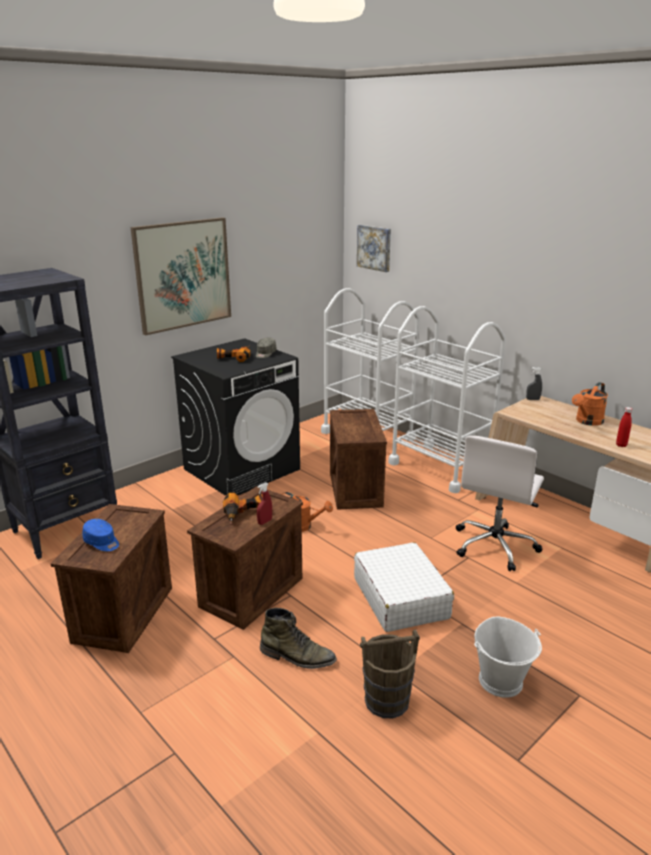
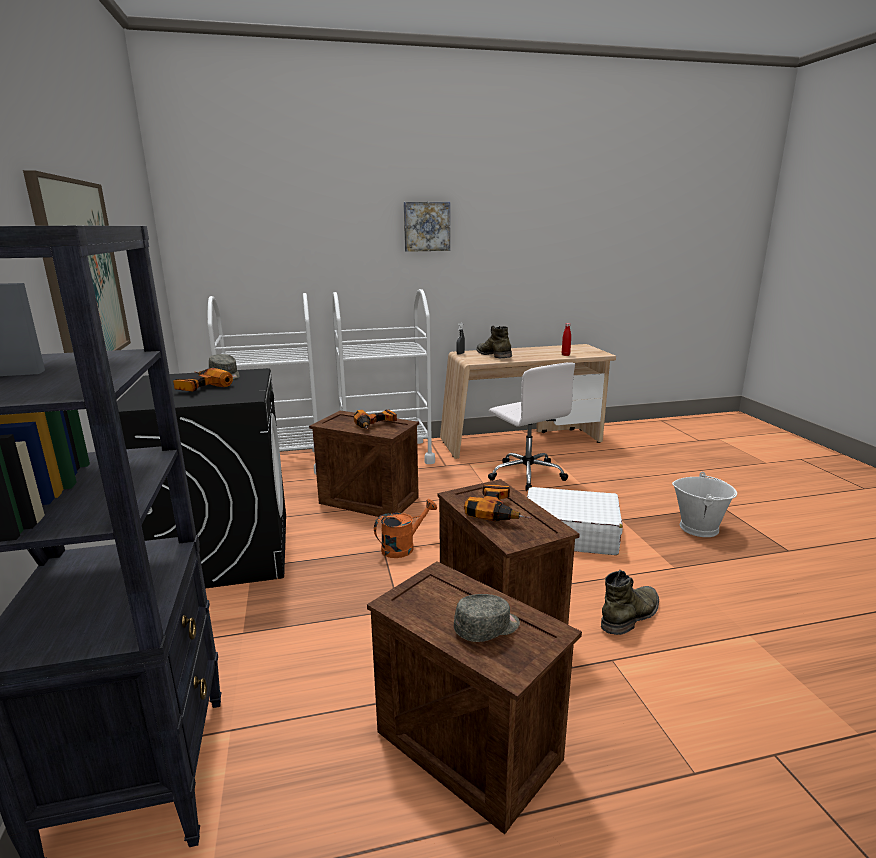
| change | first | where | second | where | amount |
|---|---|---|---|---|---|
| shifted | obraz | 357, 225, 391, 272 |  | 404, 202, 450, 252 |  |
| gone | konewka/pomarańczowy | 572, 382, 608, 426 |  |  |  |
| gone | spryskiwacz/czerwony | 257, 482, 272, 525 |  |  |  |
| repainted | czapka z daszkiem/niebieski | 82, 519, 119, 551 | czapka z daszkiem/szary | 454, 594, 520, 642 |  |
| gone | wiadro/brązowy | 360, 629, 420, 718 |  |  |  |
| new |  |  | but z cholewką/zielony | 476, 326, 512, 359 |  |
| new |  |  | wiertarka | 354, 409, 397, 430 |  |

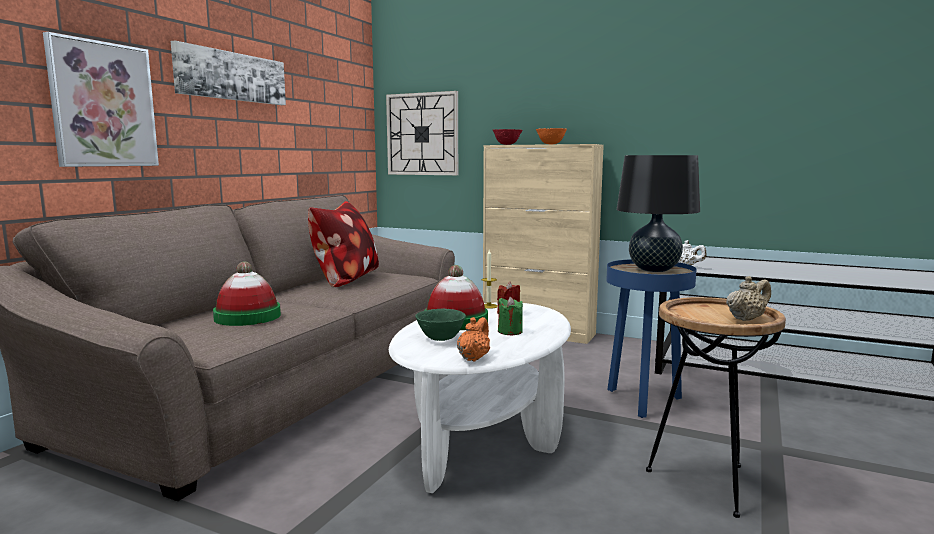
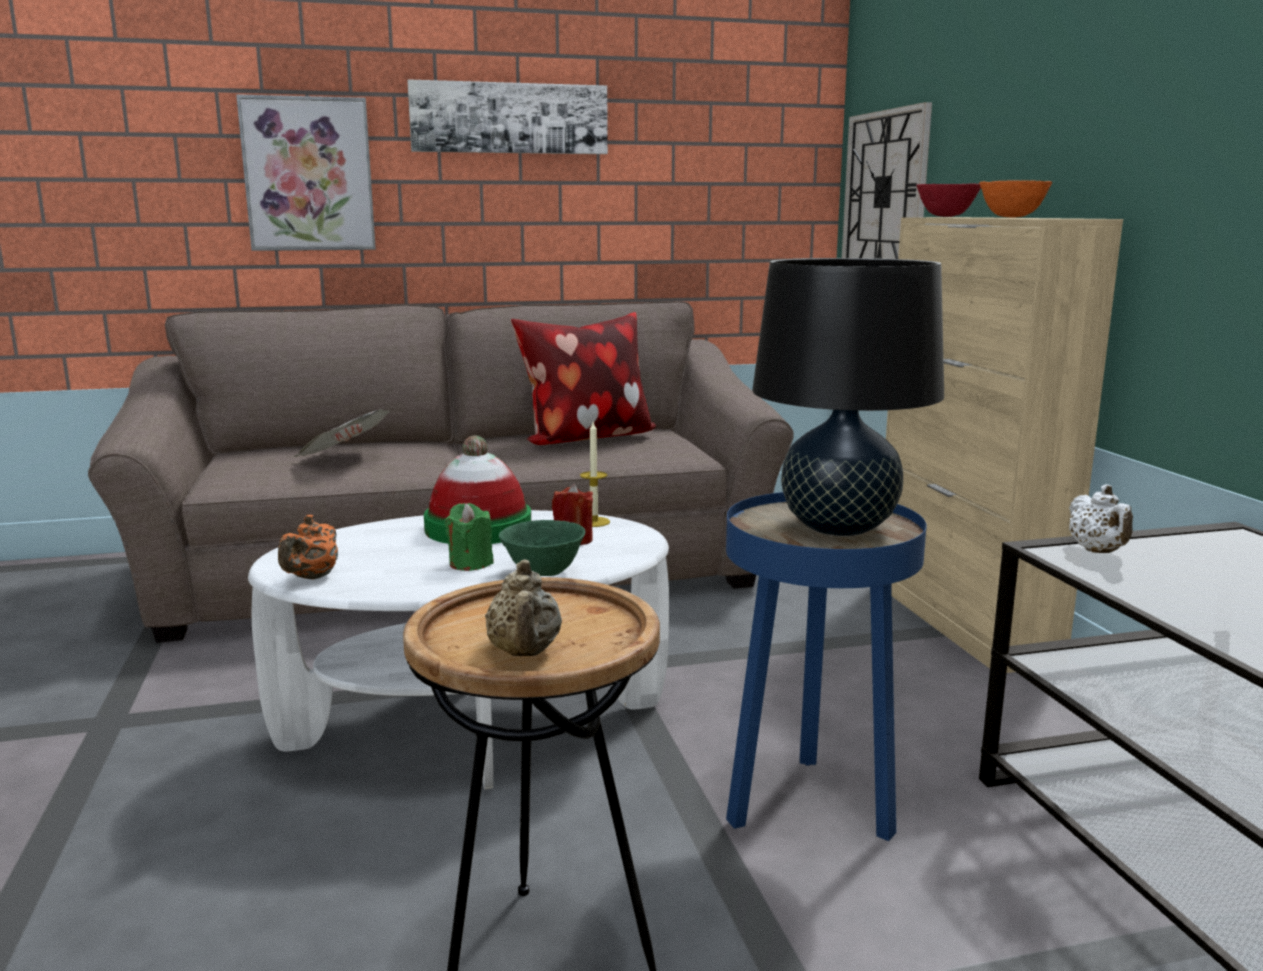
| change | first | where | second | where | amount |
|---|---|---|---|---|---|
| swapped | kapelusz | 213, 261, 281, 326 | gazeta | 294, 409, 390, 457 |  |
| rotated | imbryk/beżowy | 726, 276, 771, 321 |  | 485, 560, 562, 656 | 60 degrees clockwise |
| shifted | miska/zielony | 415, 309, 466, 341 |  | 499, 520, 585, 576 |  |
| rotated | imbryk/pomarańczowy | 457, 317, 490, 362 |  | 278, 515, 338, 579 | 120 degrees clockwise |

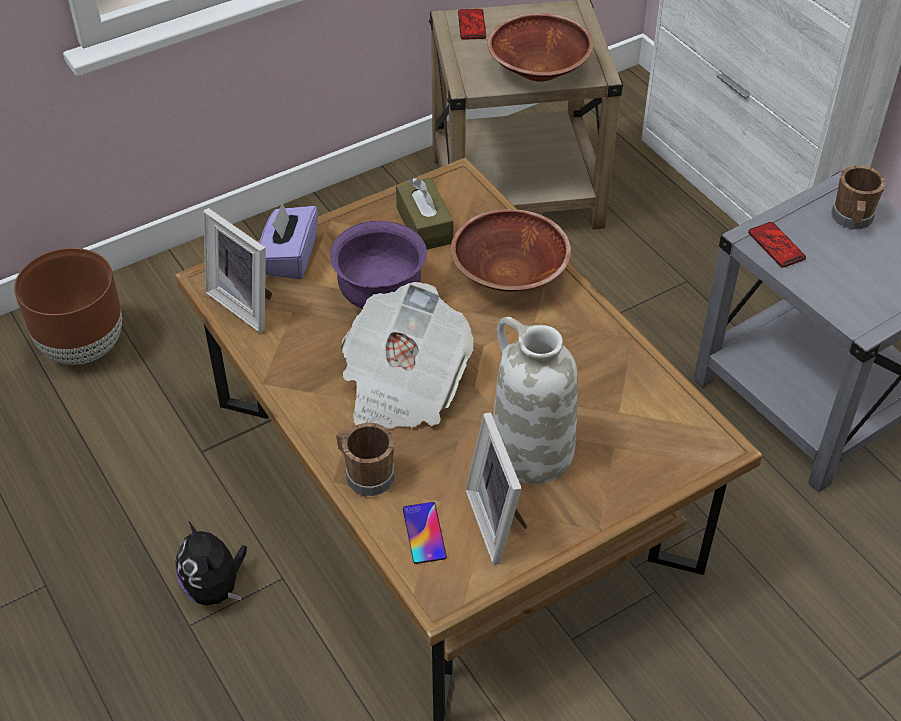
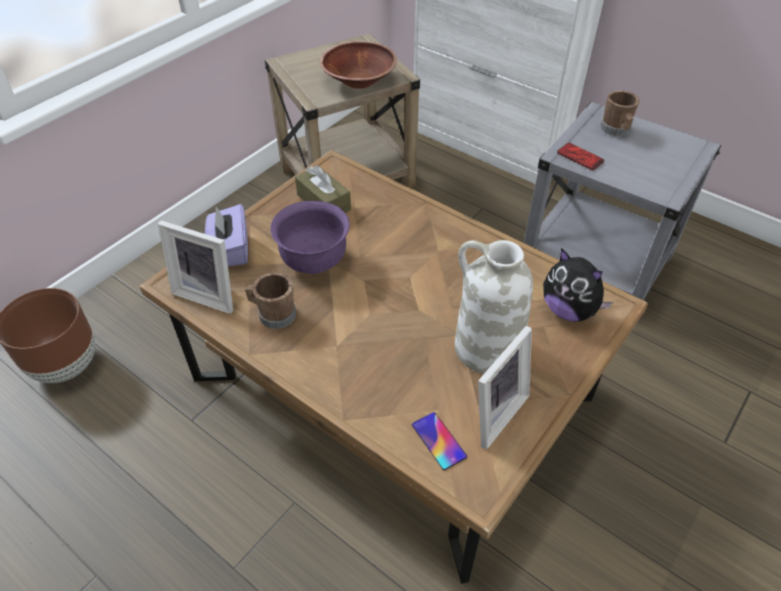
| change | first | where | second | where | amount |
|---|---|---|---|---|---|
| gone | telefon | 458, 9, 486, 40 |  |  |  |
| gone | miska/brązowy | 450, 209, 571, 292 |  |  |  |
| gone | gazeta | 341, 282, 474, 429 |  |  |  |
| rotated | ramka na zdjęcie | 465, 412, 527, 565 |  | 478, 326, 532, 449 | 105 degrees counterclockwise |
| shifted | kubek/brązowy | 336, 423, 395, 496 |  | 245, 272, 296, 329 |  |
| shifted | pluszak | 176, 521, 247, 606 |  | 543, 248, 613, 322 |  |

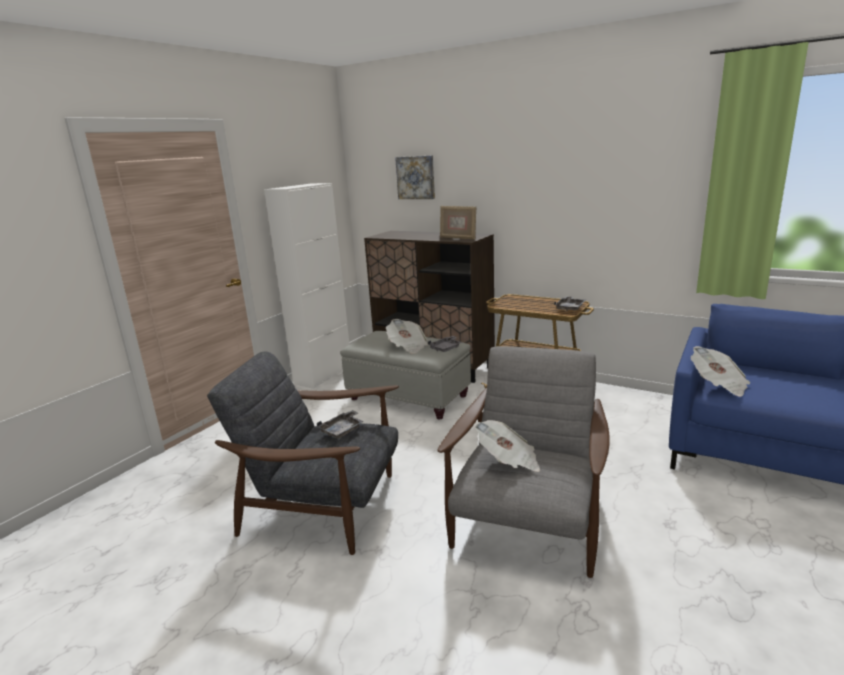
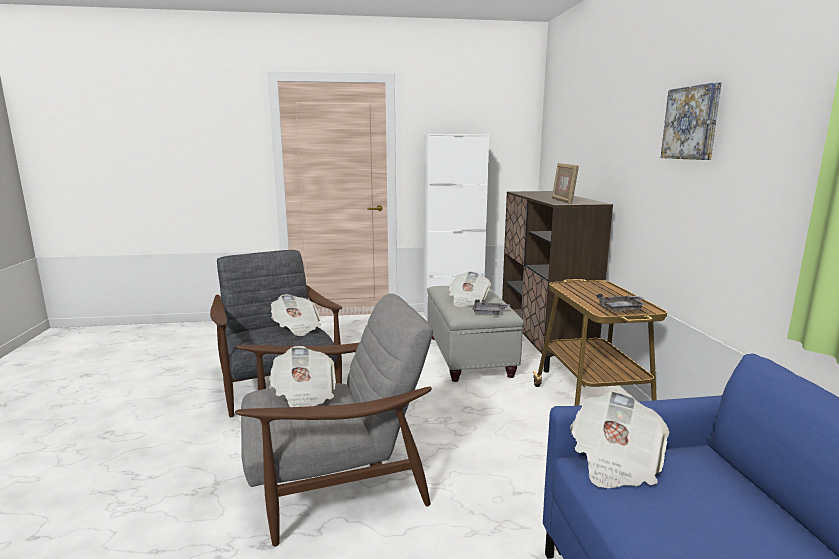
| change | first | where | second | where | amount |
|---|---|---|---|---|---|
| shifted | obraz | 395, 155, 435, 199 |  | 661, 82, 722, 160 |  |
| swapped | taca/szary | 317, 410, 364, 439 | gazeta | 271, 294, 321, 336 |  |

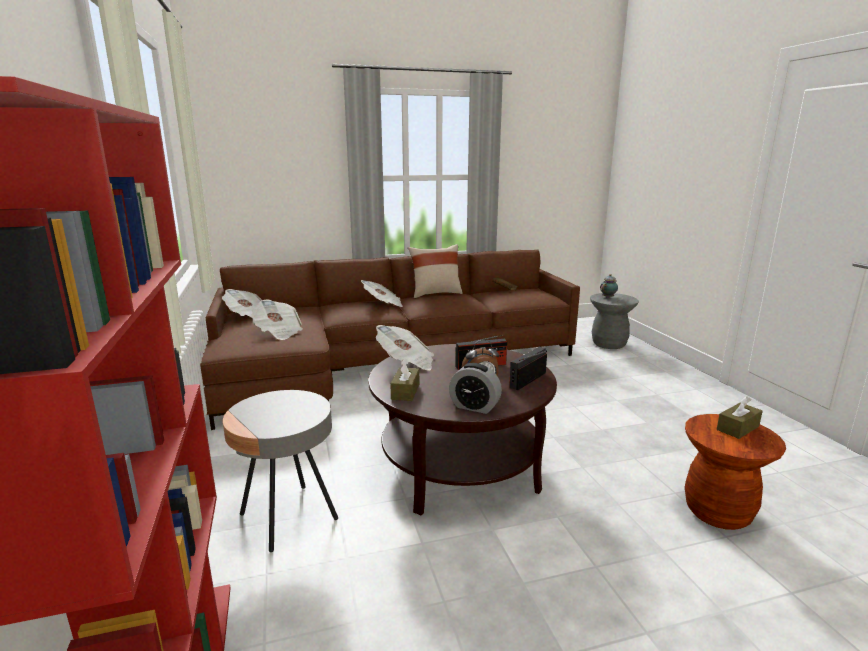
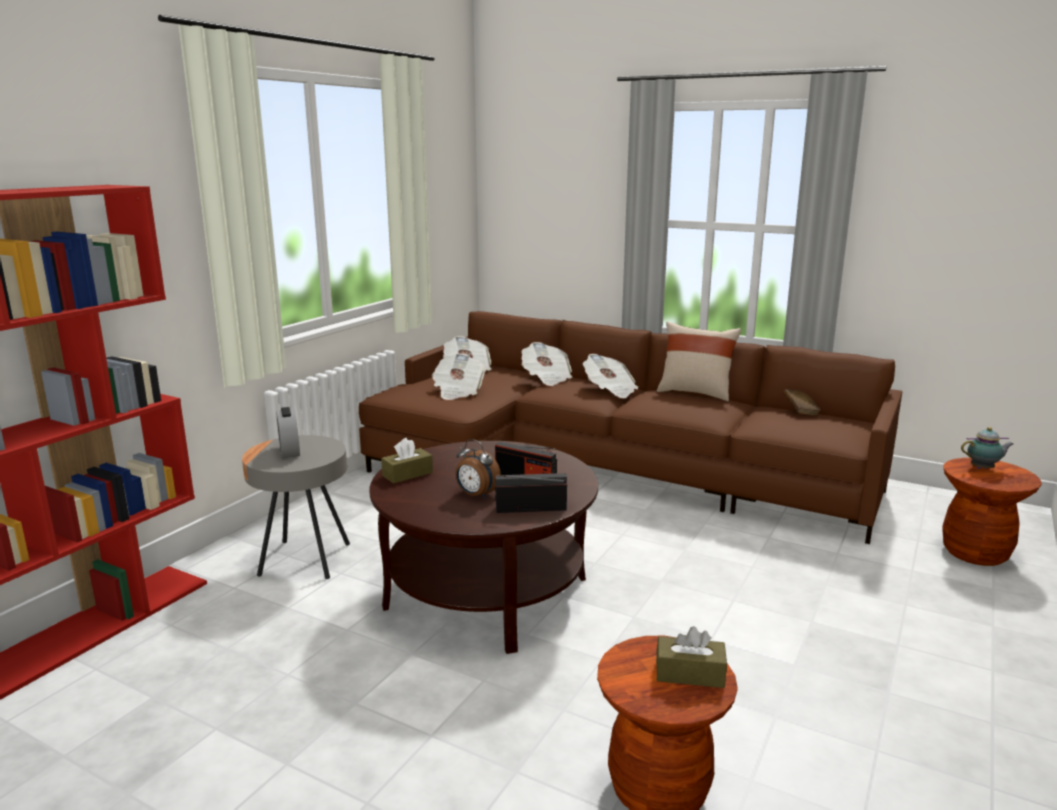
| change | first | where | second | where | amount |
|---|---|---|---|---|---|
| repainted | stołek/szary | 590, 293, 639, 349 | stołek/brązowy | 942, 458, 1042, 566 |  |
| shifted | gazeta | 375, 325, 434, 370 |  | 521, 342, 573, 386 |  |
| shifted | budzik | 449, 363, 502, 414 |  | 276, 407, 300, 458 |  |

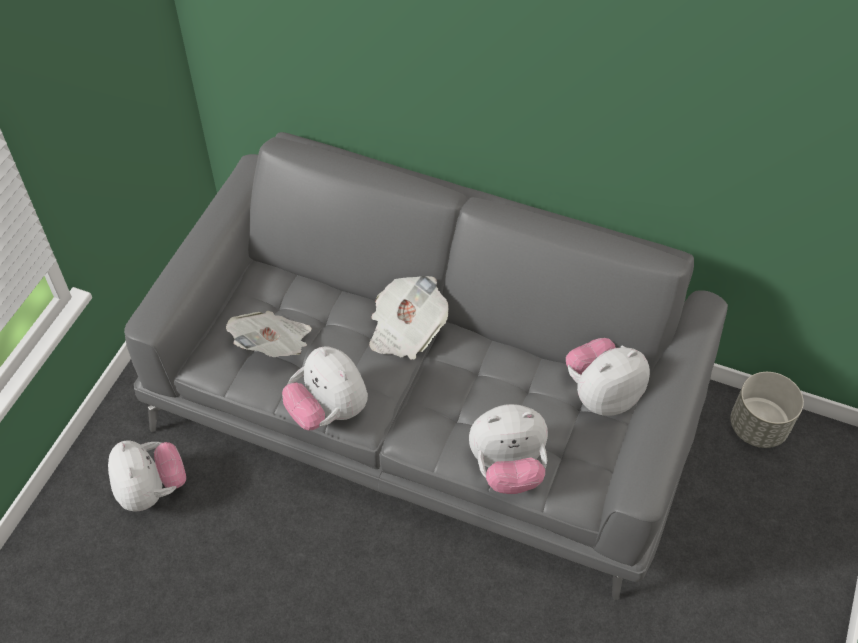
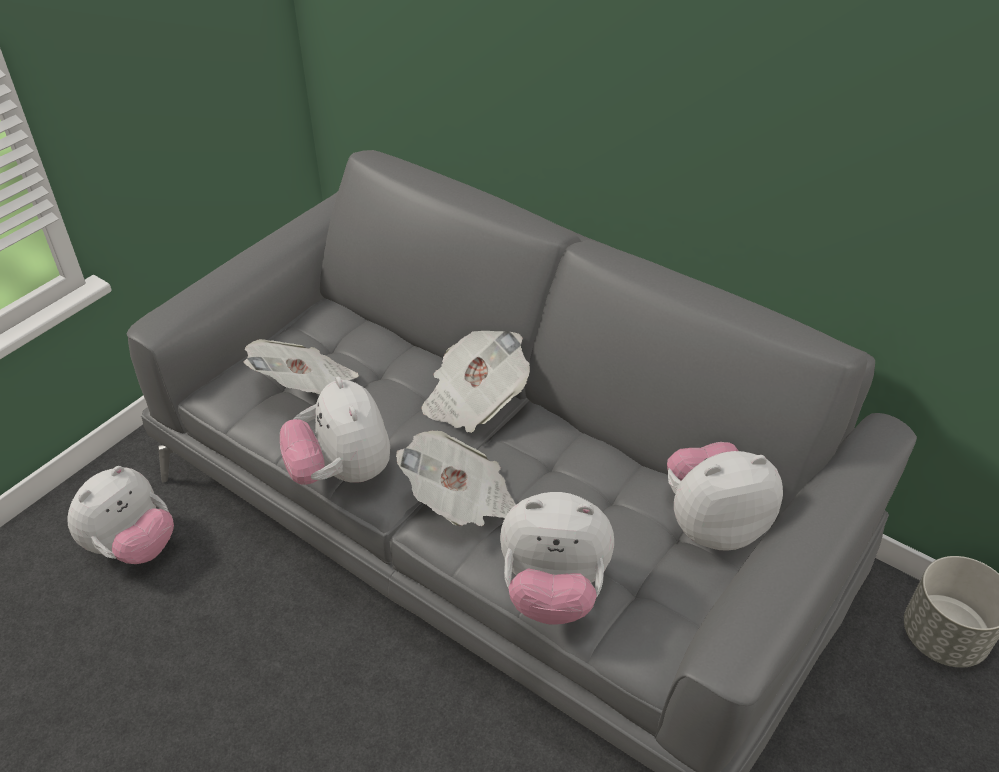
| change | first | where | second | where | amount |
|---|---|---|---|---|---|
| rotated | pluszak | 108, 440, 186, 512 |  | 67, 466, 174, 564 | 45 degrees clockwise |
| new |  |  | gazeta | 396, 431, 516, 526 |  |

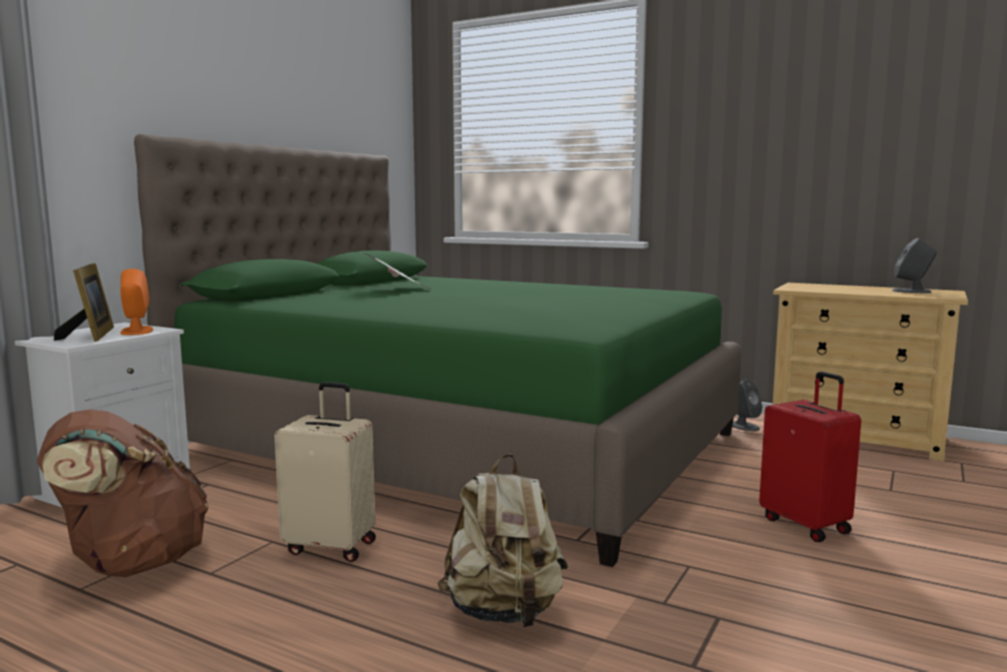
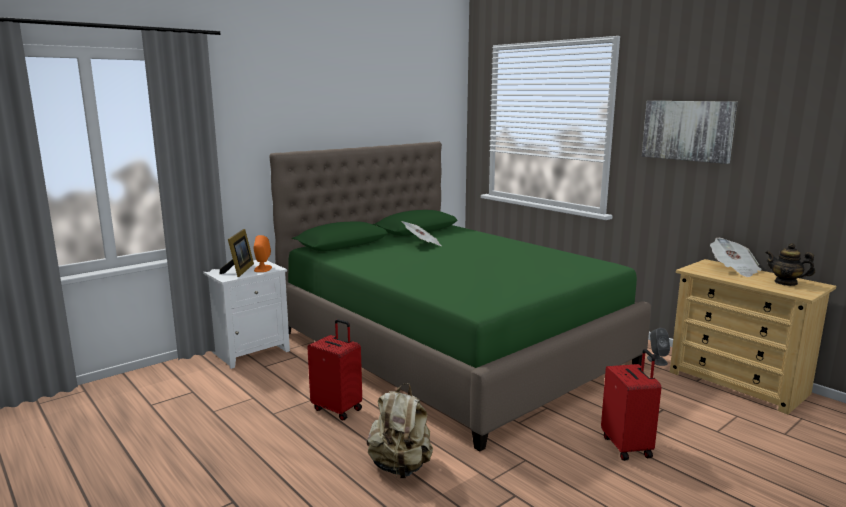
| change | first | where | second | where | amount |
|---|---|---|---|---|---|
| swapped | głośnik/szary | 892, 238, 937, 293 | imbryk | 765, 243, 815, 286 |  |
| repainted | walizka/beżowy | 274, 382, 376, 562 | walizka/czerwony | 307, 319, 362, 421 |  |
| gone | plecak/brązowy | 37, 409, 209, 577 |  |  |  |
| new |  |  | obraz | 642, 101, 738, 164 |  |
| new |  |  | gazeta | 710, 238, 762, 277 |  |

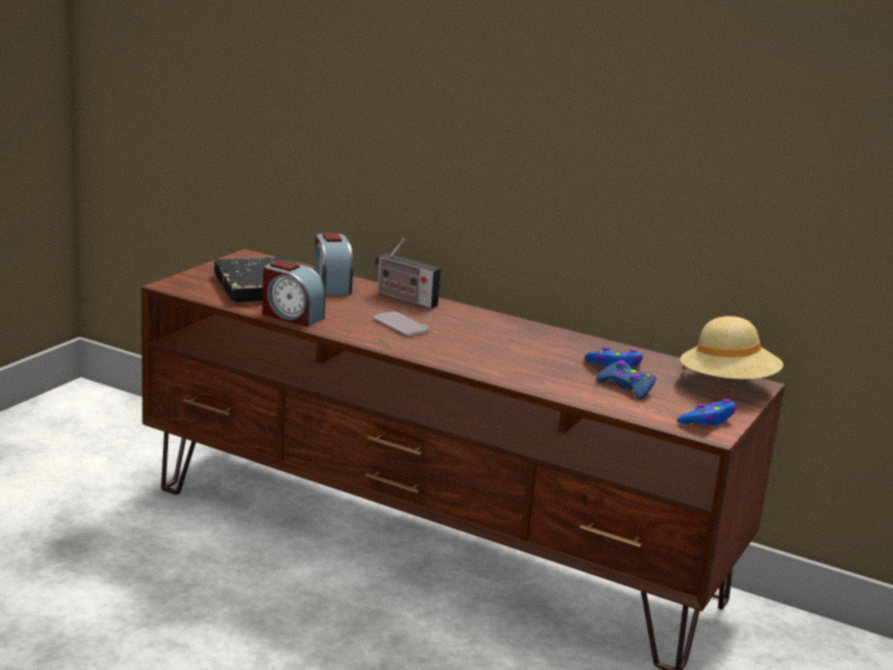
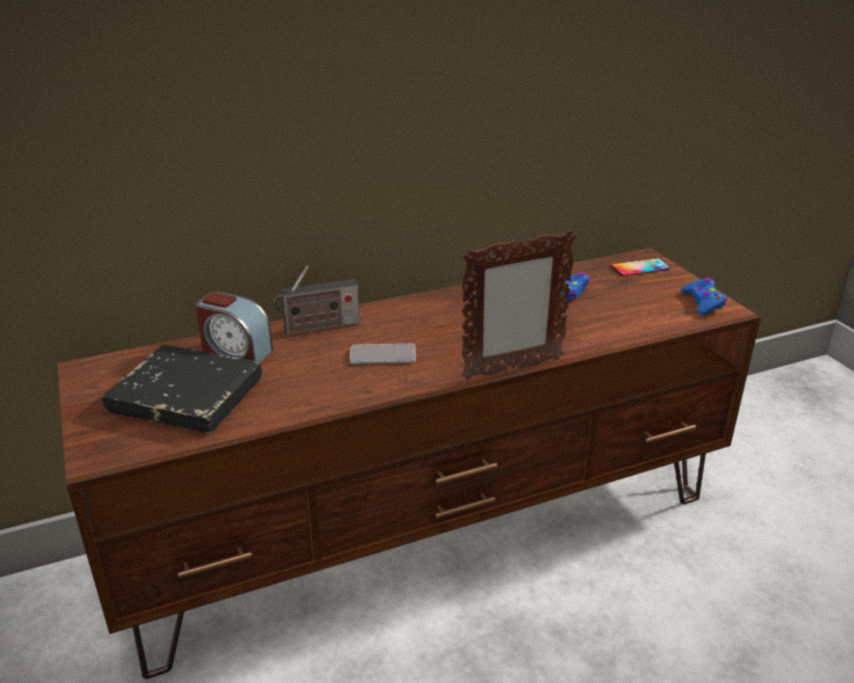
| change | first | where | second | where | amount |
|---|---|---|---|---|---|
| gone | budzik | 262, 260, 326, 327 |  |  |  |
| swapped | kapelusz/beżowy | 680, 316, 783, 379 | telefon | 611, 258, 670, 276 |  |
| gone | pad do gier/niebieski | 596, 360, 656, 399 |  |  |  |
| new |  |  | ramka na zdjęcie | 462, 230, 576, 380 |  |

